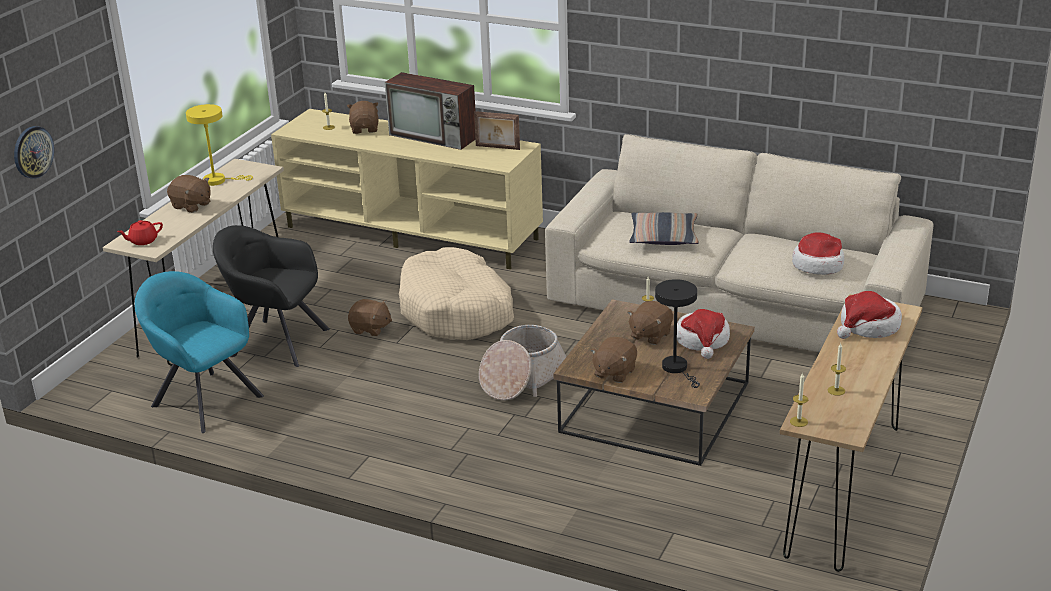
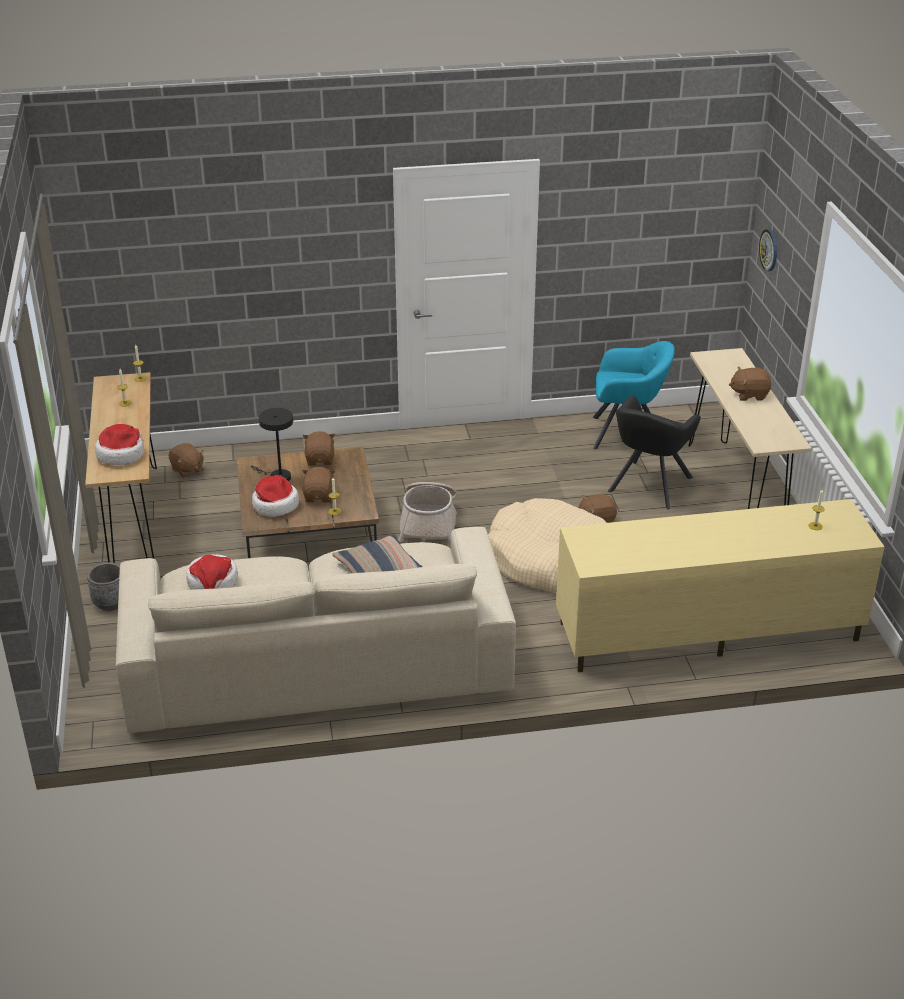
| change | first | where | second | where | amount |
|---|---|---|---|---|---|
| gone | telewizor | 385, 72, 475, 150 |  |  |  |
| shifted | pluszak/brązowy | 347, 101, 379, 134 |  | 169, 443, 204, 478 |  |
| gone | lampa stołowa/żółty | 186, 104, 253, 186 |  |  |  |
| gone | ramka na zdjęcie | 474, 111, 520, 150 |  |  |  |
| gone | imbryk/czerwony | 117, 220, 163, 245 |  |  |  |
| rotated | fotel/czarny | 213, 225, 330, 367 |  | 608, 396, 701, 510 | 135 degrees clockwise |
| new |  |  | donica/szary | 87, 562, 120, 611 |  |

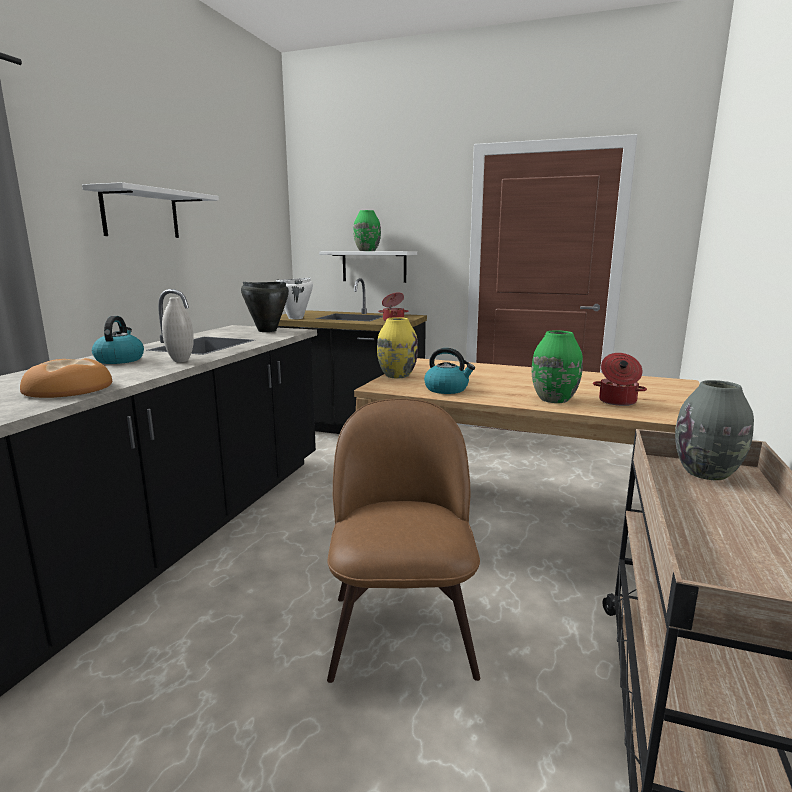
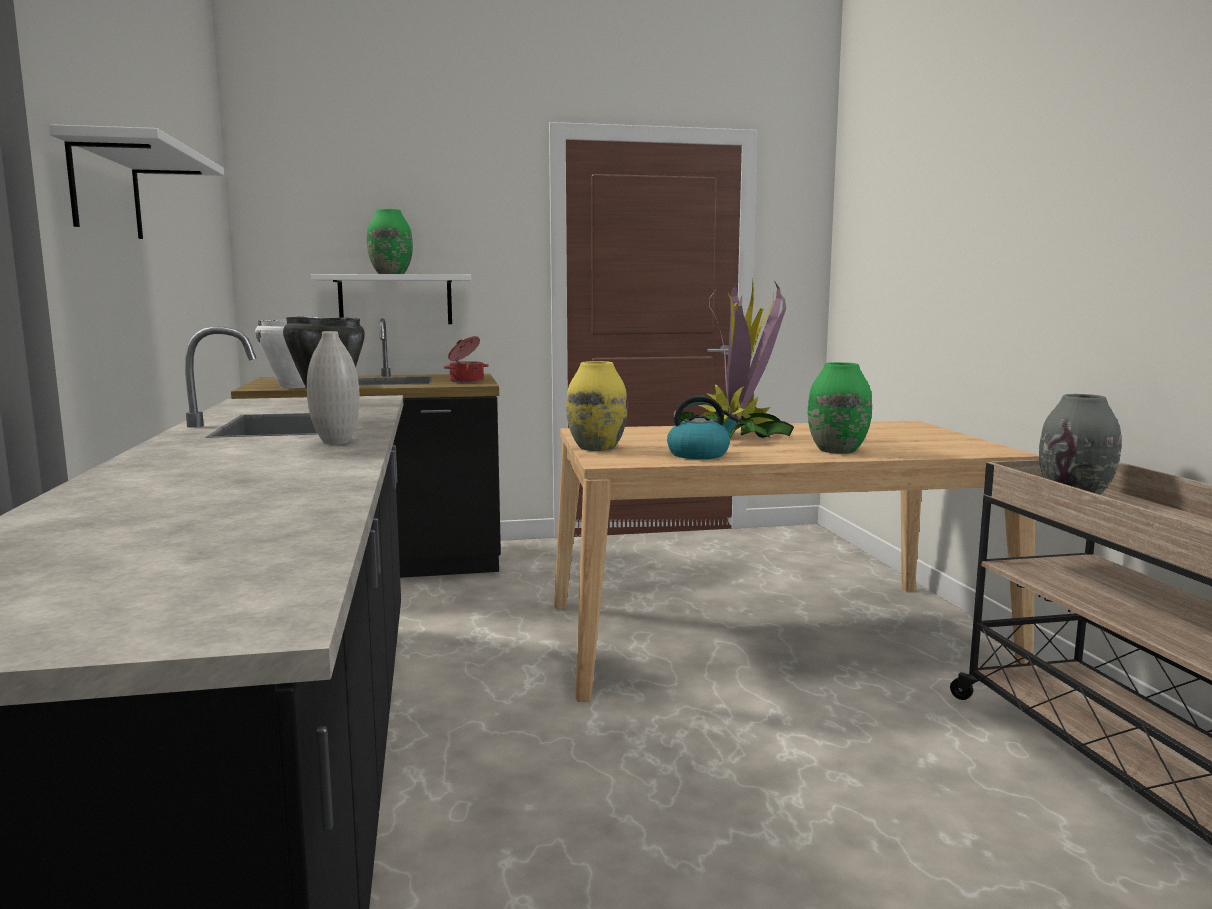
| change | first | where | second | where | amount |
|---|---|---|---|---|---|
| gone | czajnik | 92, 316, 144, 364 |  |  |  |
| gone | garnek | 593, 353, 647, 406 |  |  |  |
| gone | chleb | 20, 358, 112, 398 |  |  |  |
| gone | krzesło/brązowy | 327, 399, 480, 683 |  |  |  |
| new |  |  | roślina doniczkowa | 680, 278, 794, 439 |  |

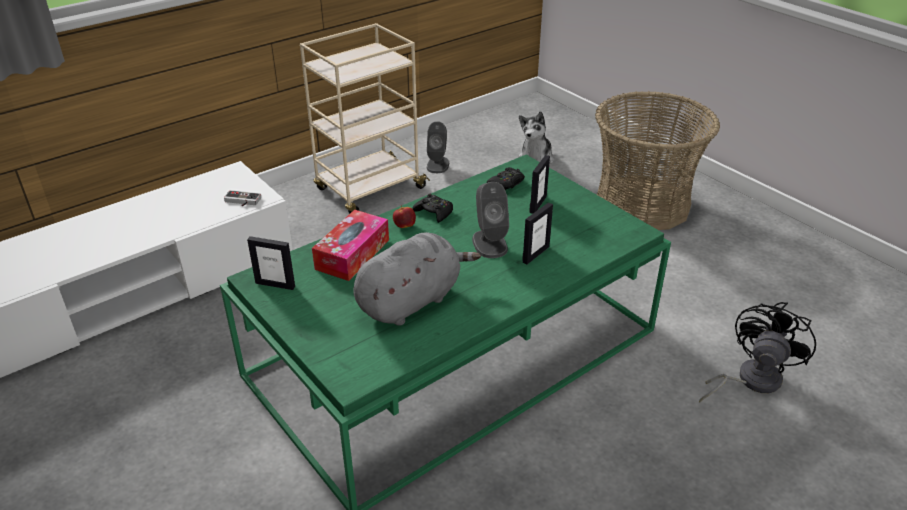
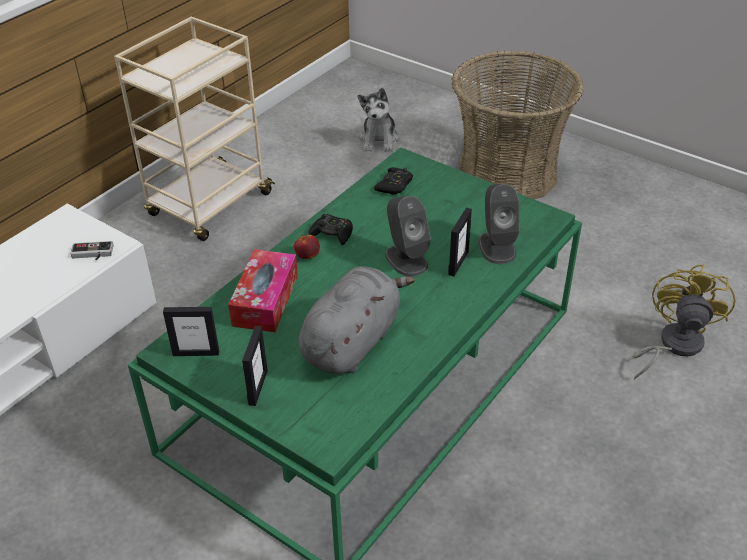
| change | first | where | second | where | amount |
|---|---|---|---|---|---|
| shifted | głośnik/szary | 427, 121, 449, 173 |  | 478, 184, 520, 264 |  |
| shifted | ramka na zdjęcie | 529, 155, 550, 214 |  | 242, 326, 268, 406 |  |
| repainted | wentylator/czarny | 699, 302, 816, 403 | wentylator/żółty | 633, 265, 736, 379 |  |

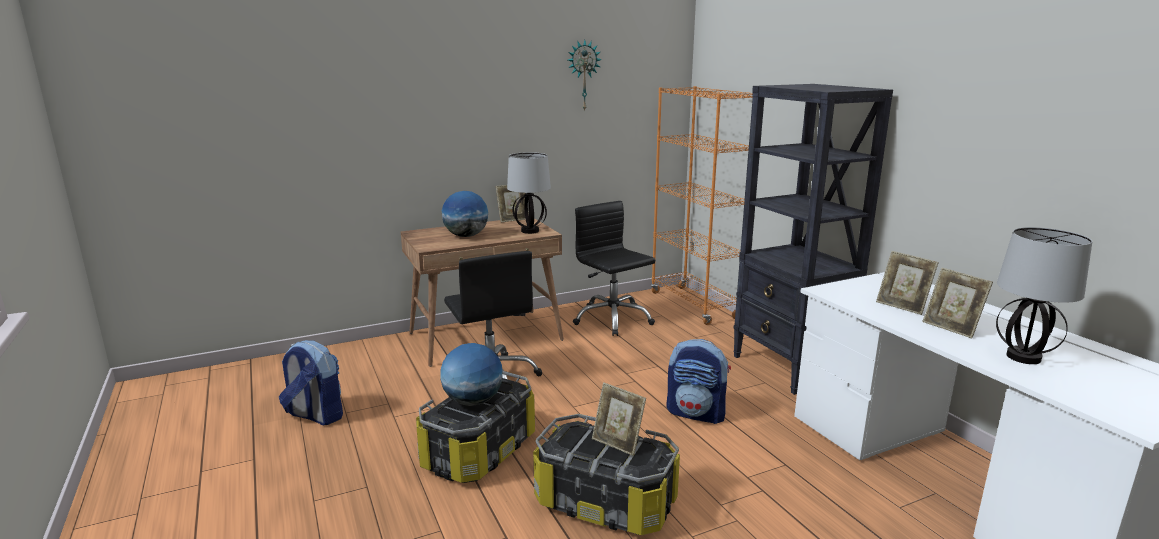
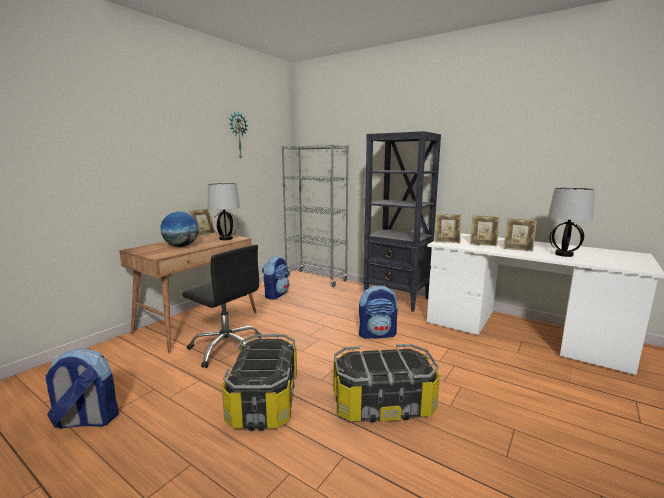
| change | first | where | second | where | amount |
|---|---|---|---|---|---|
| repainted | regał/pomarańczowy | 651, 86, 753, 325 | regał/szary | 282, 145, 349, 287 |  |
| swapped | krzesło biurowe/czarny | 573, 201, 655, 336 | plecak | 262, 256, 289, 300 |  |
| gone | globus | 440, 343, 503, 406 |  |  |  |
| shifted | ramka na zdjęcie | 592, 382, 646, 456 |  | 435, 214, 461, 243 |  |

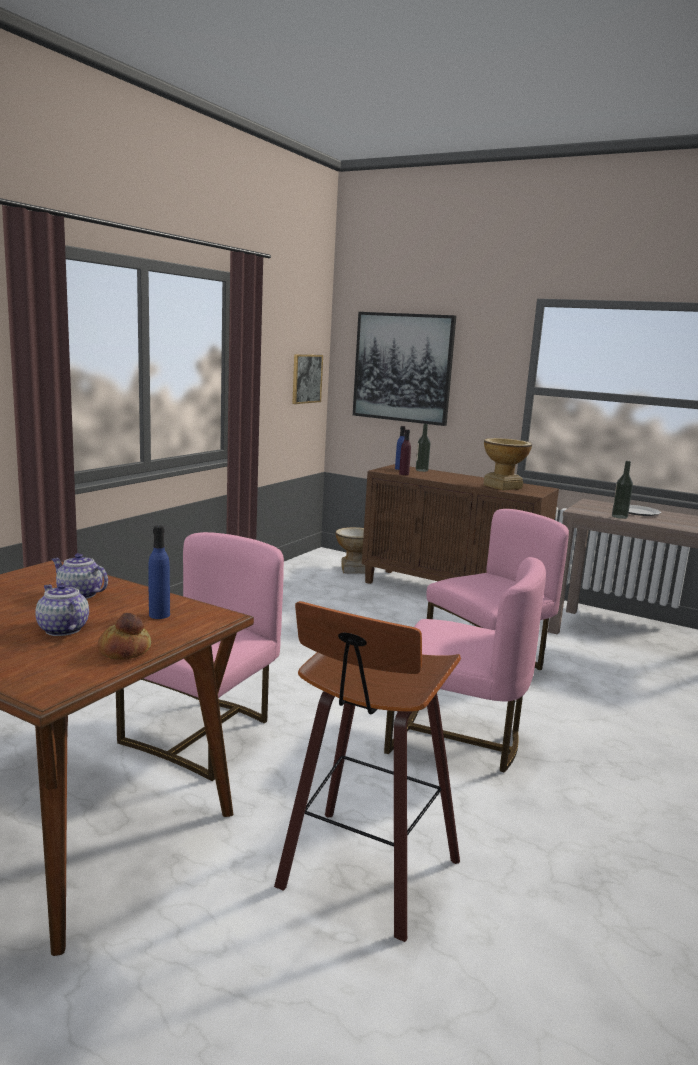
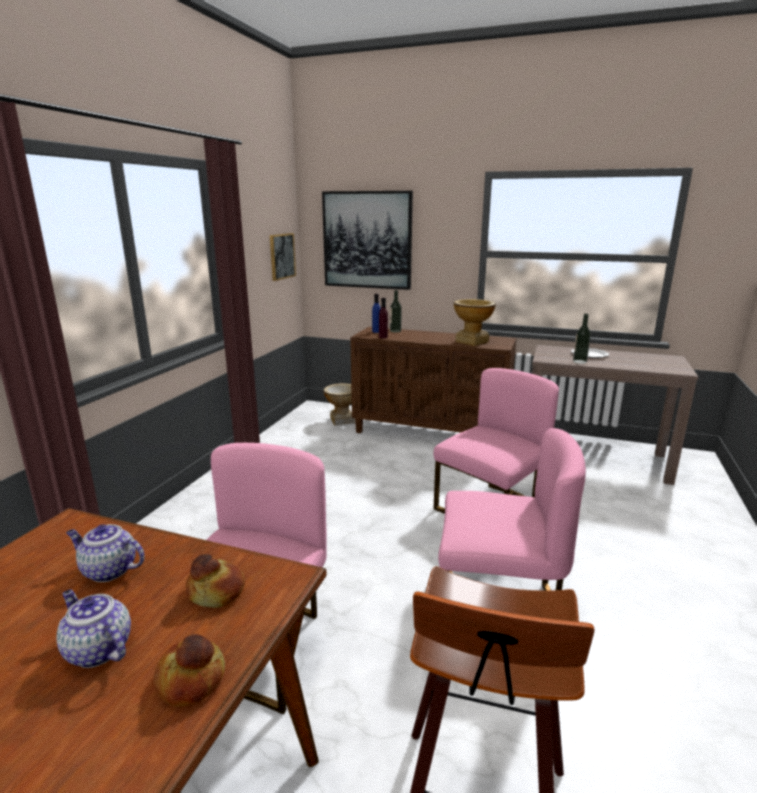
| change | first | where | second | where | amount |
|---|---|---|---|---|---|
| swapped | butelka/niebieski | 148, 526, 170, 619 | chleb | 186, 554, 245, 608 |  |

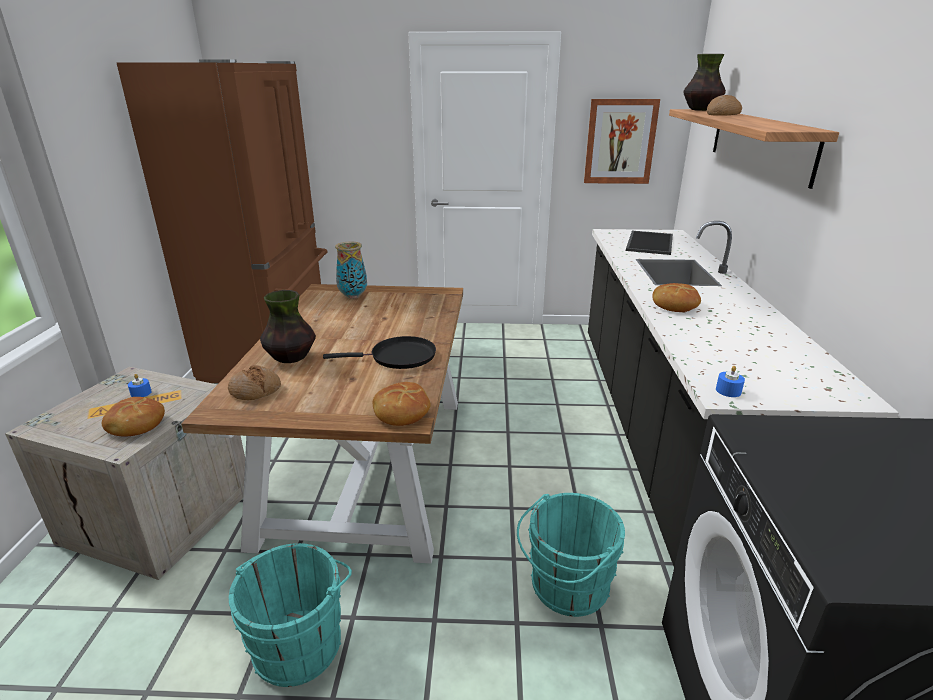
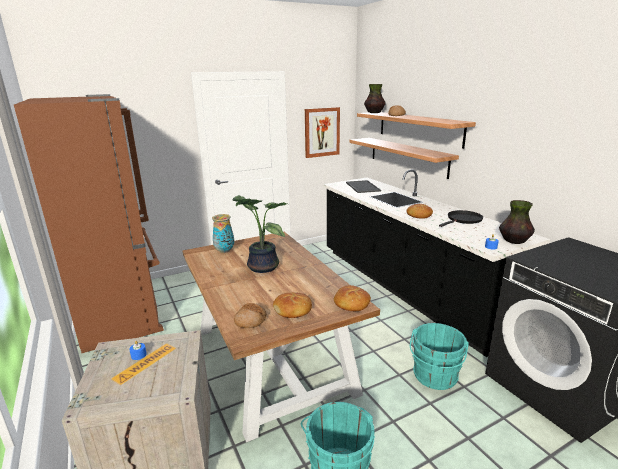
| change | first | where | second | where | amount |
|---|---|---|---|---|---|
| shifted | wazon | 260, 290, 316, 363 |  | 499, 200, 535, 244 |  |
| shifted | patelnia/czarny | 323, 336, 436, 369 |  | 439, 210, 483, 227 |  |
| shifted | chleb | 102, 397, 165, 437 |  | 273, 292, 312, 318 |  |
| new |  |  | półka | 350, 138, 459, 179 |  |
| new |  |  | roślina doniczkowa | 232, 195, 287, 273 |  |

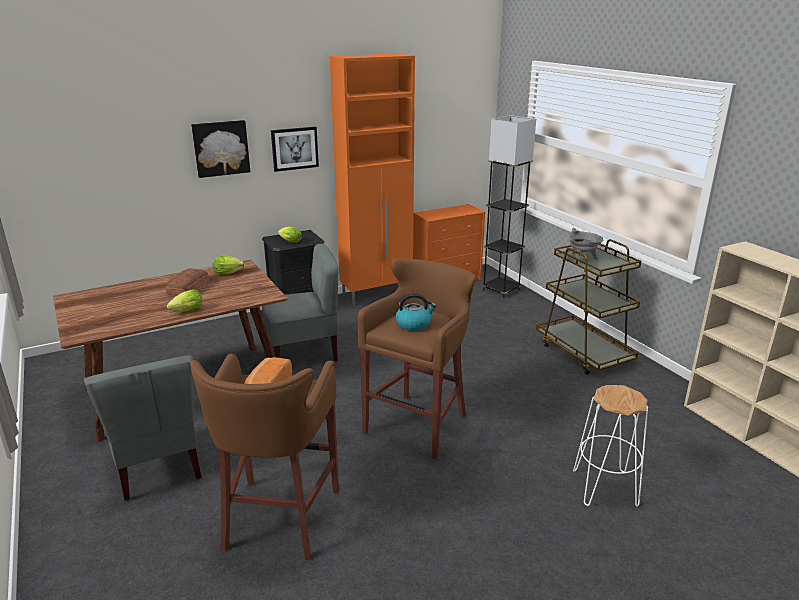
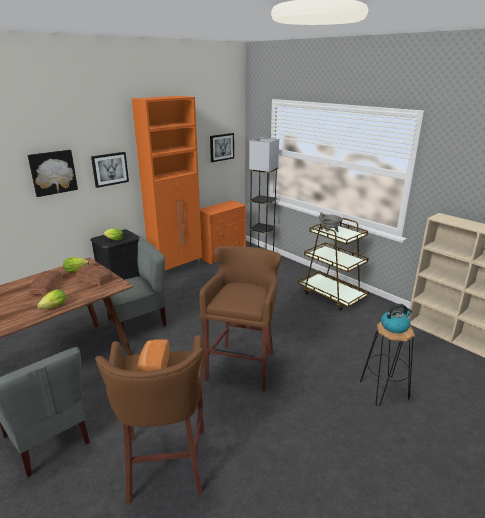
| change | first | where | second | where | amount |
|---|---|---|---|---|---|
| shifted | czajnik | 396, 293, 436, 331 |  | 381, 304, 412, 333 |  |
| repainted | stołek/biały | 573, 385, 648, 507 | stołek/czarny | 360, 322, 415, 406 |  |
| new |  |  | obraz | 210, 133, 234, 162 |  |
| new |  |  | chleb | 76, 265, 113, 286 |  |

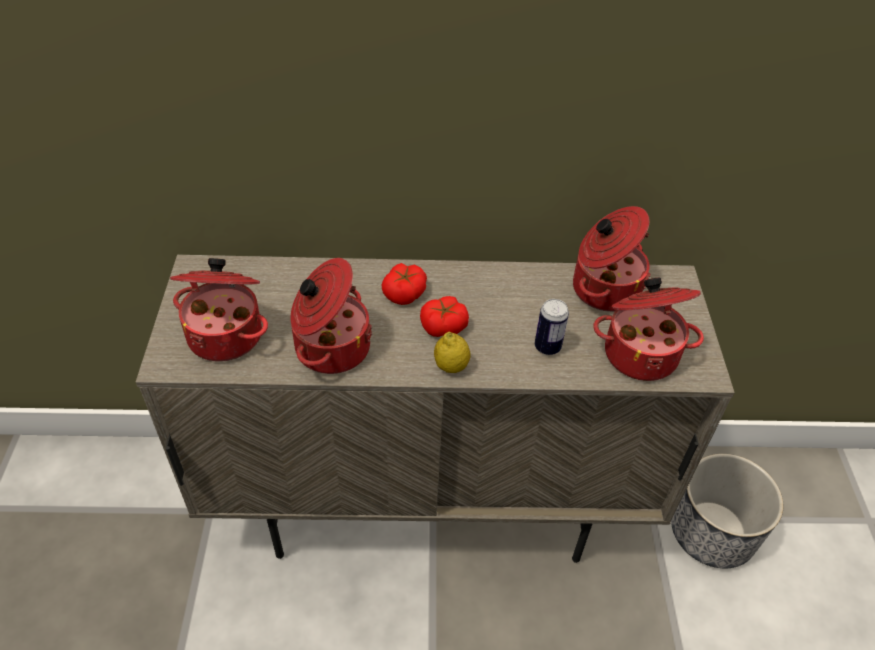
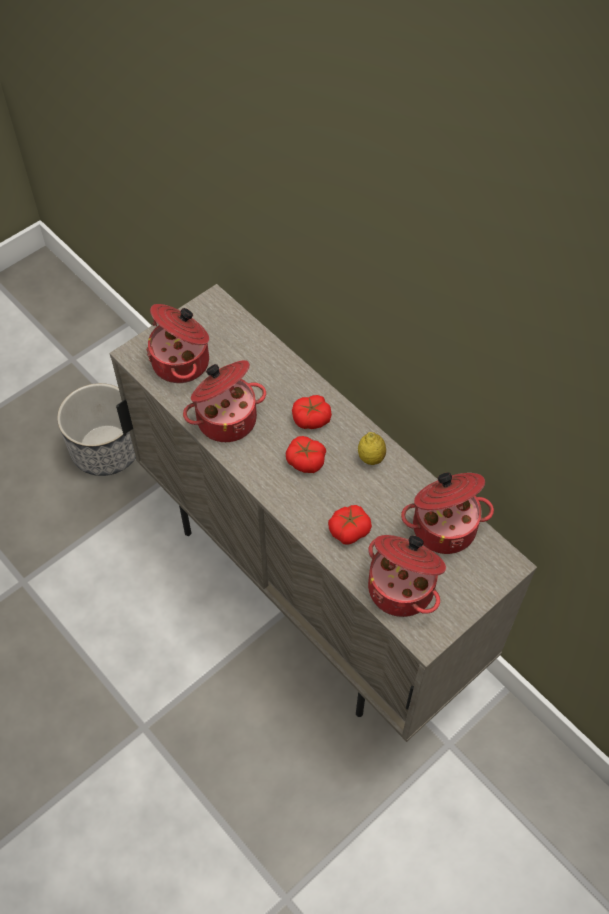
| change | first | where | second | where | amount |
|---|---|---|---|---|---|
| swapped | puszka | 535, 299, 569, 355 | pomidor | 328, 505, 372, 544 |  |
| shifted | cytryna | 434, 332, 470, 373 |  | 358, 432, 386, 465 |  |
| shifted | donica | 671, 454, 783, 568 |  | 57, 383, 136, 476 |  |

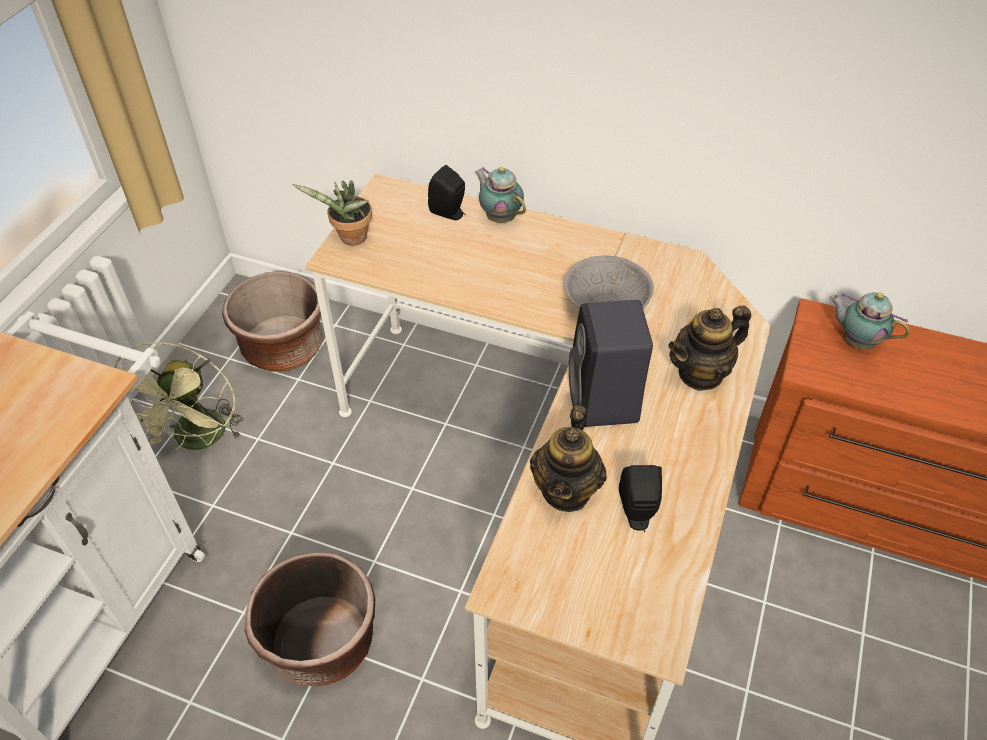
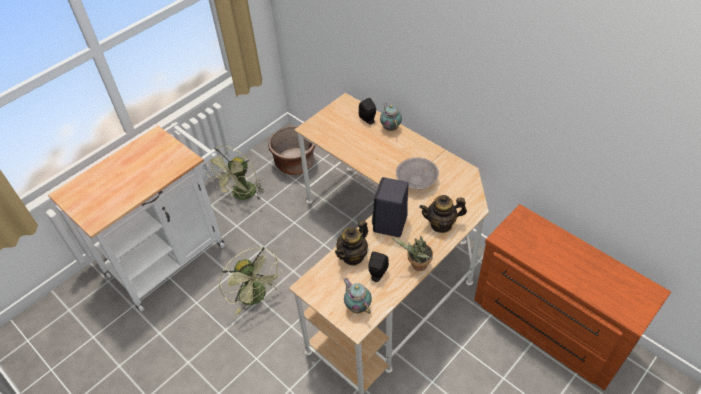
| change | first | where | second | where | amount |
|---|---|---|---|---|---|
| shifted | roślina doniczkowa | 292, 180, 372, 246 |  | 391, 236, 433, 271 |  |
| shifted | imbryk | 830, 293, 910, 350 |  | 343, 278, 372, 314 |  |
| swapped | donica/brązowy | 245, 553, 375, 687 | wentylator/zielony | 219, 247, 283, 314 |  |

